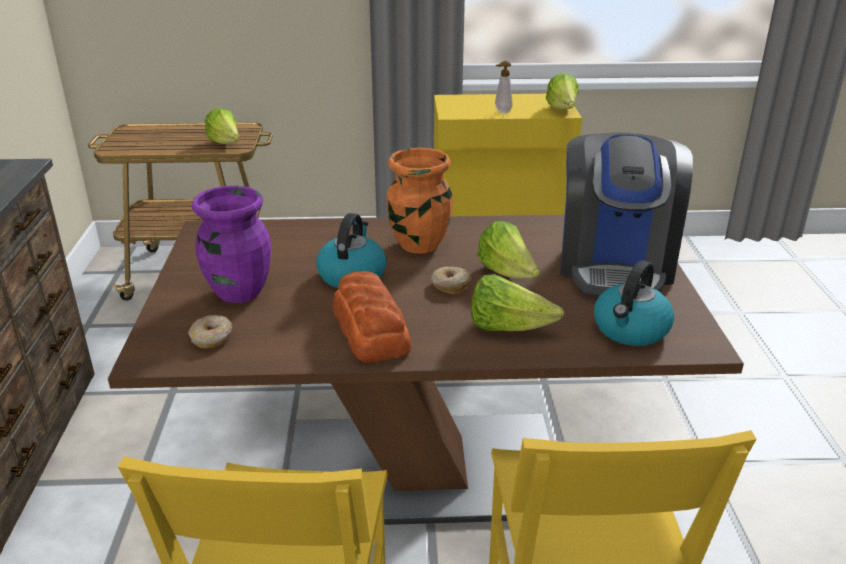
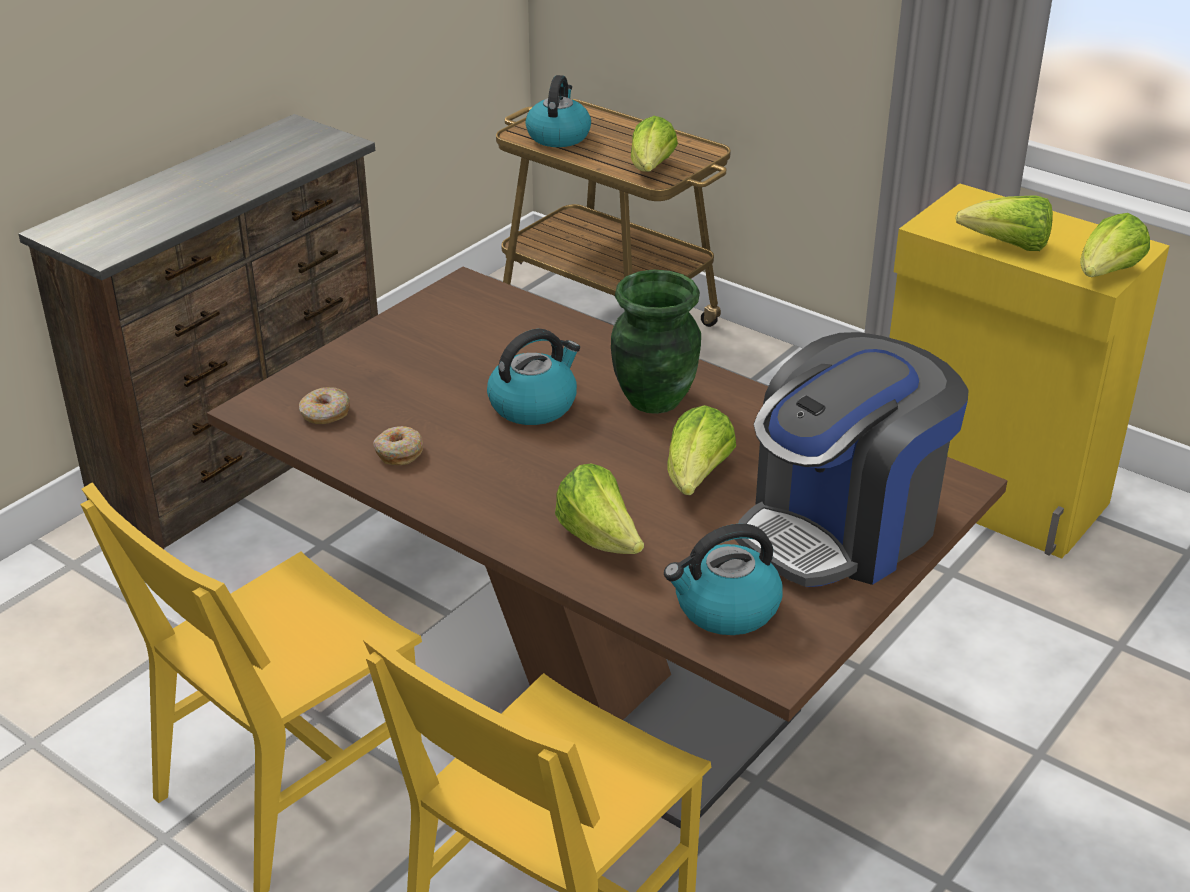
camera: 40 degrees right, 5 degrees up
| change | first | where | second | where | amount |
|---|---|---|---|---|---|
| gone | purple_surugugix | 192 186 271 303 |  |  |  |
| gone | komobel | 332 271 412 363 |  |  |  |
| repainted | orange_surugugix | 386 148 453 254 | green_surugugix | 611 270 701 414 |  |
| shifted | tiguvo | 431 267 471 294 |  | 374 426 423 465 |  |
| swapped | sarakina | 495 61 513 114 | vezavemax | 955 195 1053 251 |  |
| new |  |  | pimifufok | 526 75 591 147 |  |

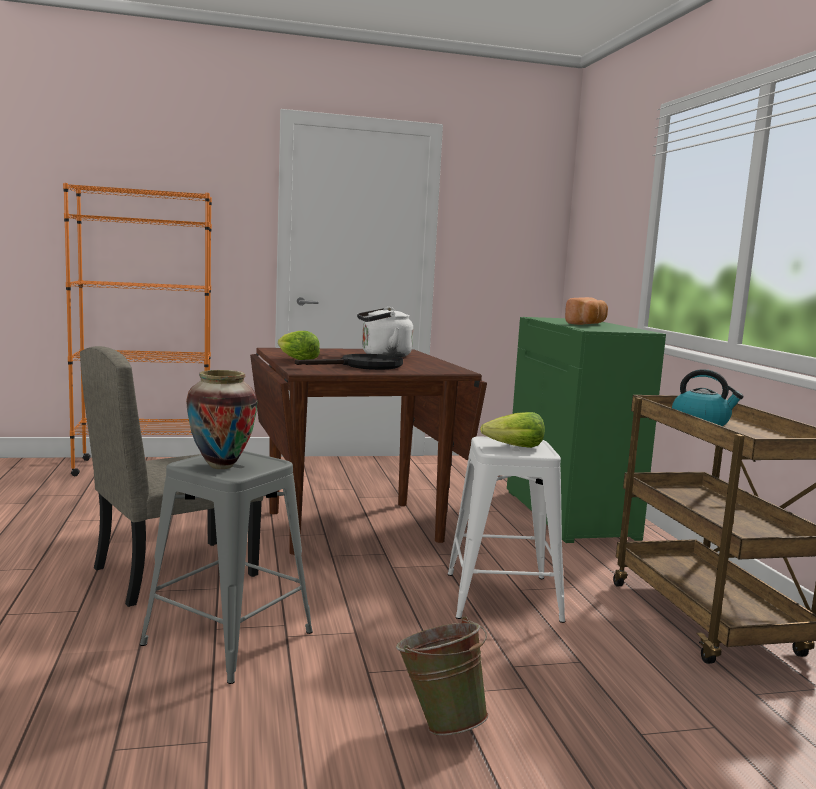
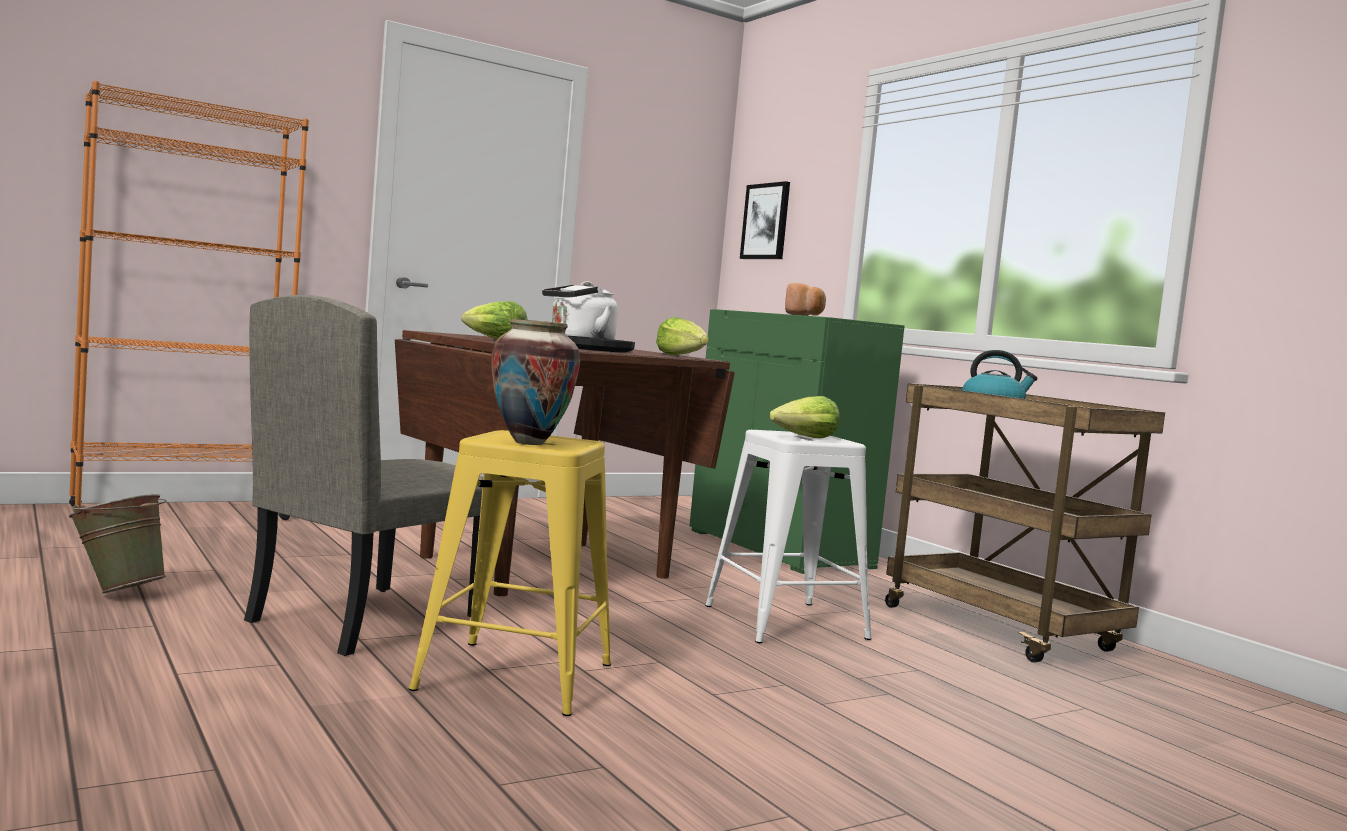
camera: 20 degrees left, 5 degrees down
| change | first | where | second | where | amount |
|---|---|---|---|---|---|
| repainted | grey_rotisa | 140 451 313 684 | yellow_rotisa | 409 430 611 716 |  |
| shifted | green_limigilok | 396 616 488 735 |  | 69 494 167 593 |  |
| new |  |  | vezavemax | 656 317 709 355 |  |
| new |  |  | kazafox | 740 181 790 259 |  |

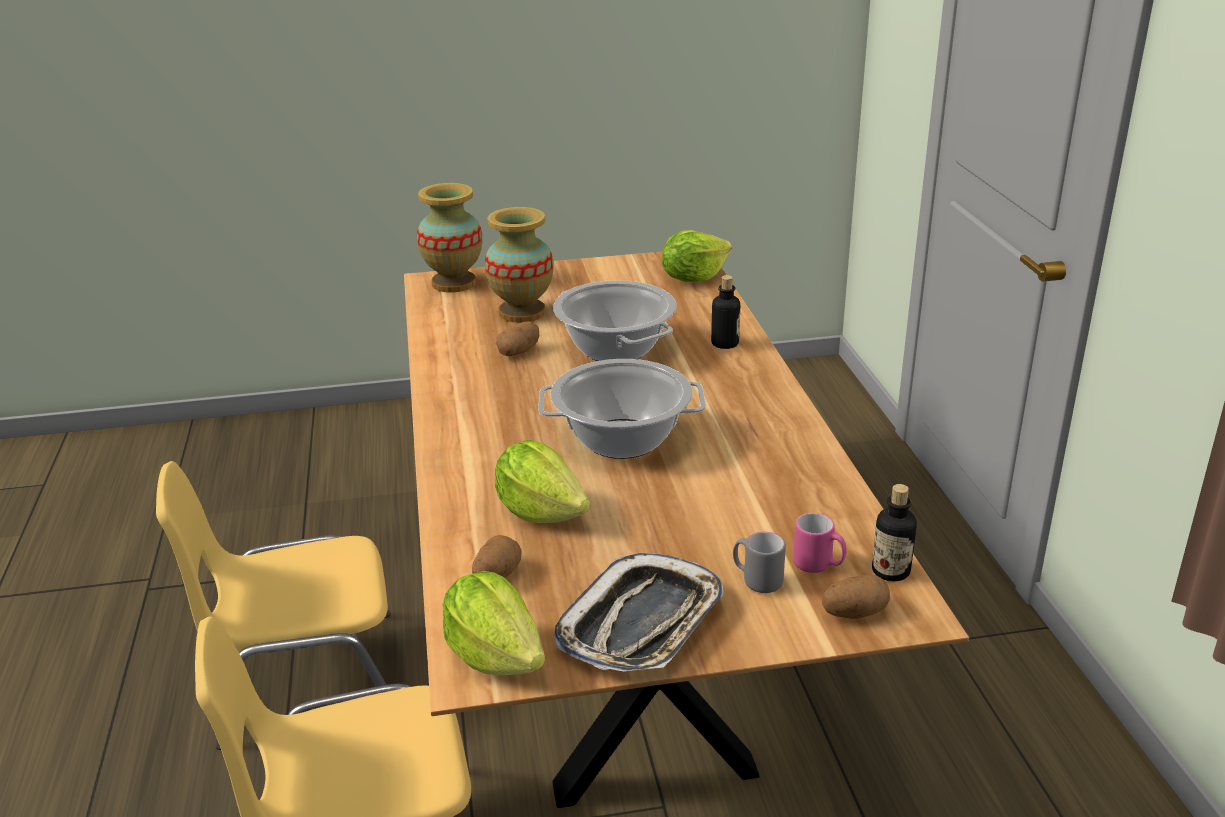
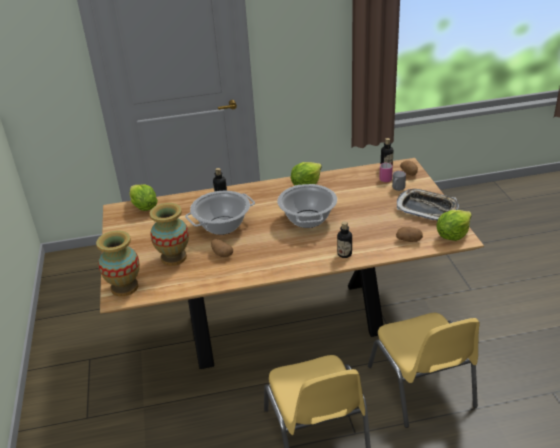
camera: 90 degrees left, 5 degrees up
| change | first | where | second | where | amount |
|---|---|---|---|---|---|
| shifted | vezavemax | 495 440 590 523 |  | 291 162 322 186 |  |
| new |  |  | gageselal | 337 221 352 258 |  |

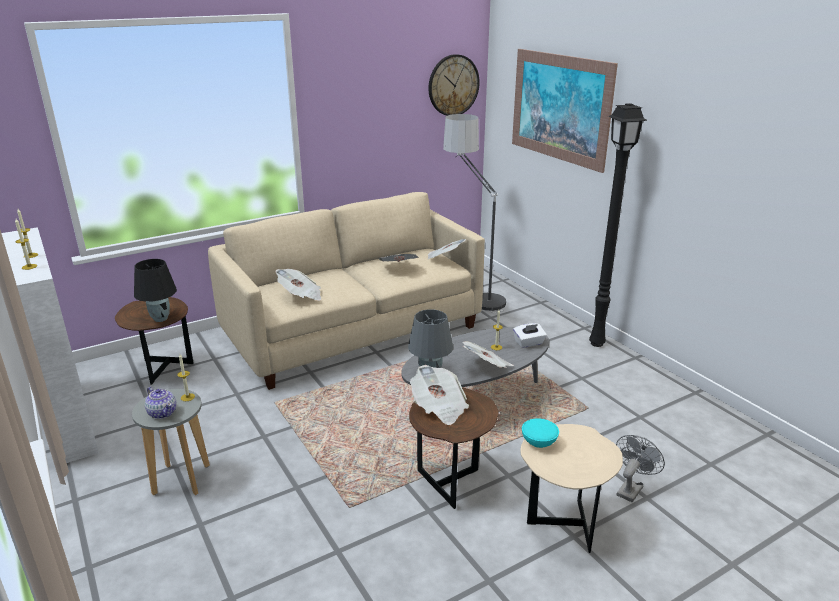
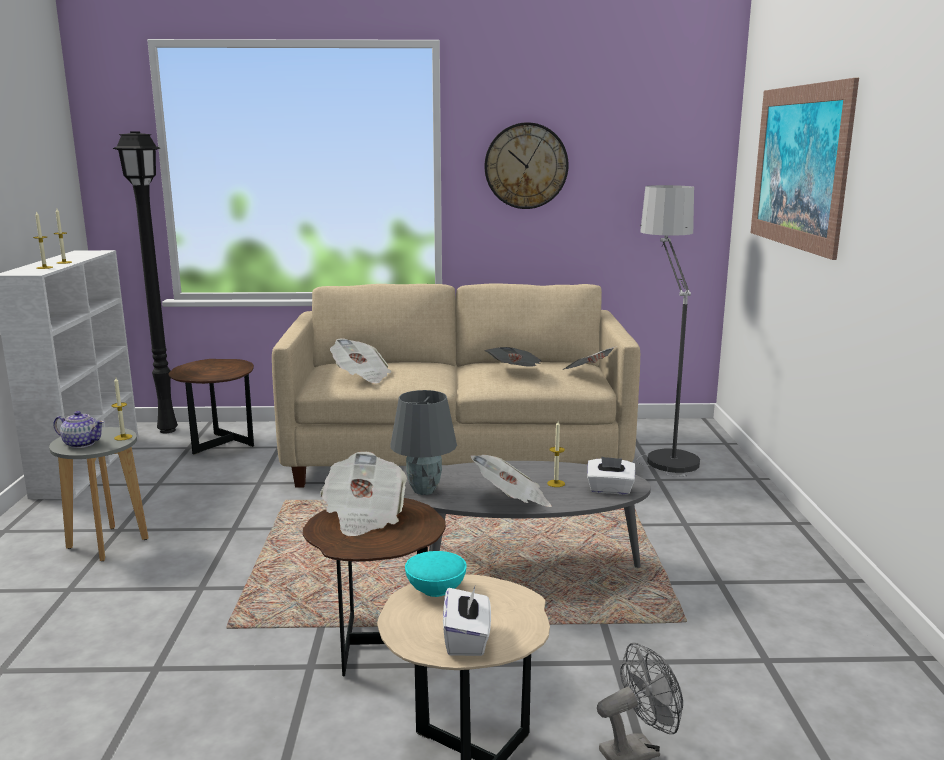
camera: 30 degrees right, 10 degrees down
| change | first | where | second | where | amount |
|---|---|---|---|---|---|
| gone | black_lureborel | 134 259 177 322 |  |  |  |
| rotated | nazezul | 145 387 176 419 |  | 53 411 105 448 | 60 degrees counterclockwise |
| shifted | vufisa | 429 54 480 116 |  | 485 122 569 209 |  |
| shifted | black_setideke | 589 103 647 347 |  | 113 132 178 433 |  |
| new |  |  | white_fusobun | 443 584 491 656 |  |

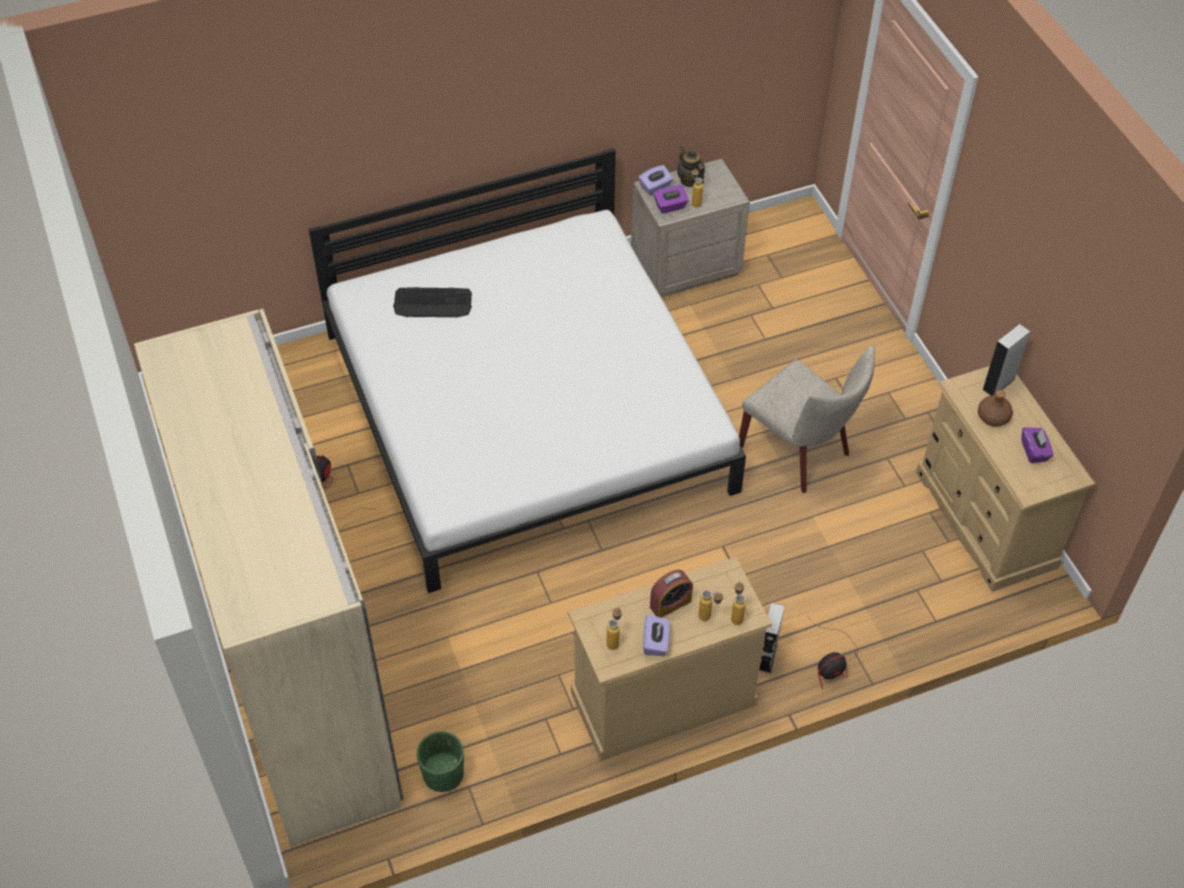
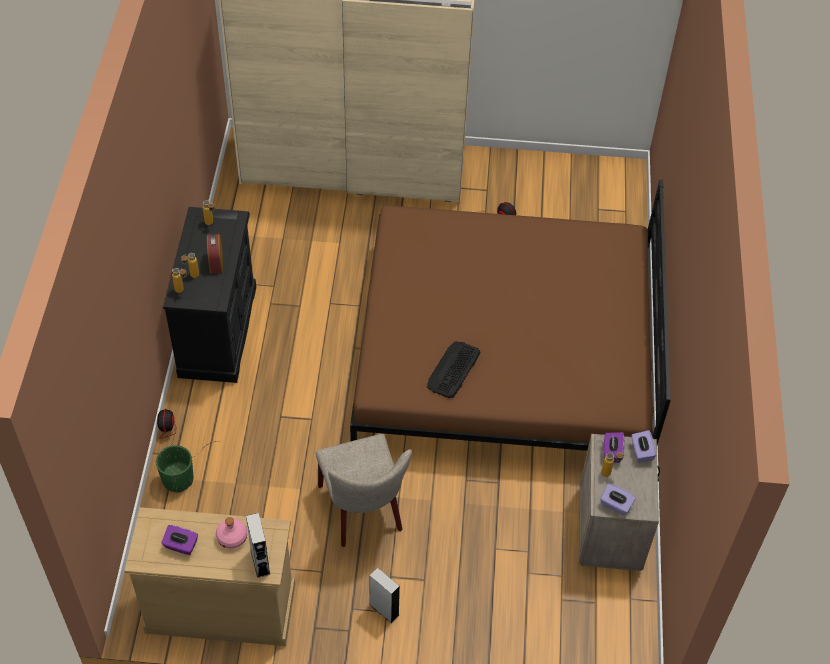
camera: 115 degrees right, 0 degrees up
| change | first | where | second | where | amount |
|---|---|---|---|---|---|
| repainted | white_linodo | 308 148 746 593 | brown_linodo | 350 179 671 451 |  |
| shifted | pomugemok | 393 287 472 318 |  | 427 341 480 398 |  |
| shifted | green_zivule | 417 731 464 792 |  | 156 445 194 492 |  |
| repainted | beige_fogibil | 568 557 772 761 | black_fogibil | 163 207 256 383 |  |
| shifted | purple_fusobun | 643 615 670 656 |  | 600 484 636 515 |  |
| gone | nazezul | 677 146 705 187 |  |  |  |
| rotated | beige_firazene | 739 345 875 493 |  | 316 434 412 547 | 90 degrees counterclockwise |
| shifted | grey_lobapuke | 759 603 785 674 |  | 369 568 400 623 |  |
| repainted | brown_gageselal | 978 390 1013 427 | pink_gageselal | 216 517 247 549 |  |

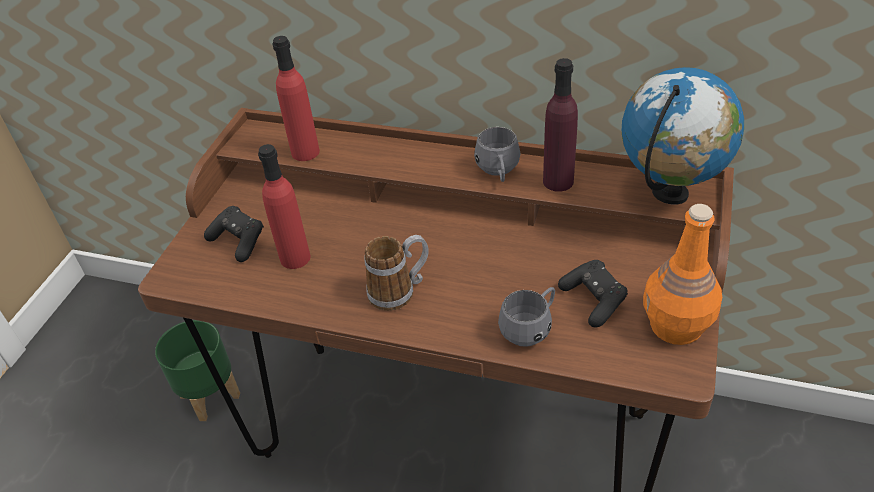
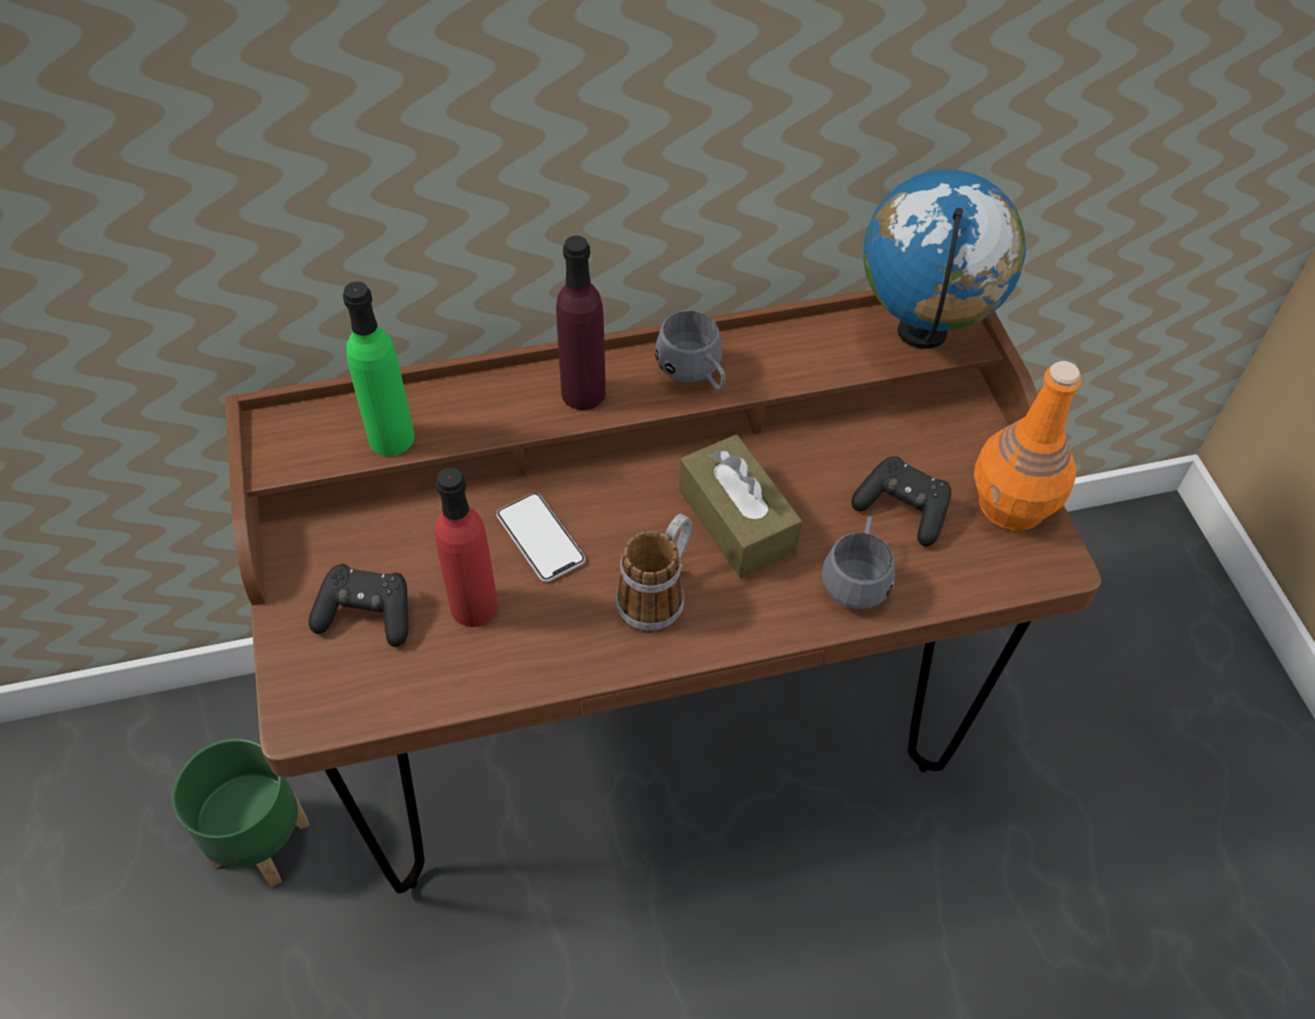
camera: 35 degrees left, 10 degrees up
| change | first | where | second | where | amount |
|---|---|---|---|---|---|
| repainted | red_gageselal | 273 36 320 161 | green_gageselal | 343 281 415 456 |  |
| shifted | purple_gageselal | 543 58 578 192 |  | 556 236 606 410 |  |
| new |  |  | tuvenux | 496 493 586 582 |  |
| new |  |  | brown_fusobun | 679 435 802 578 |  |

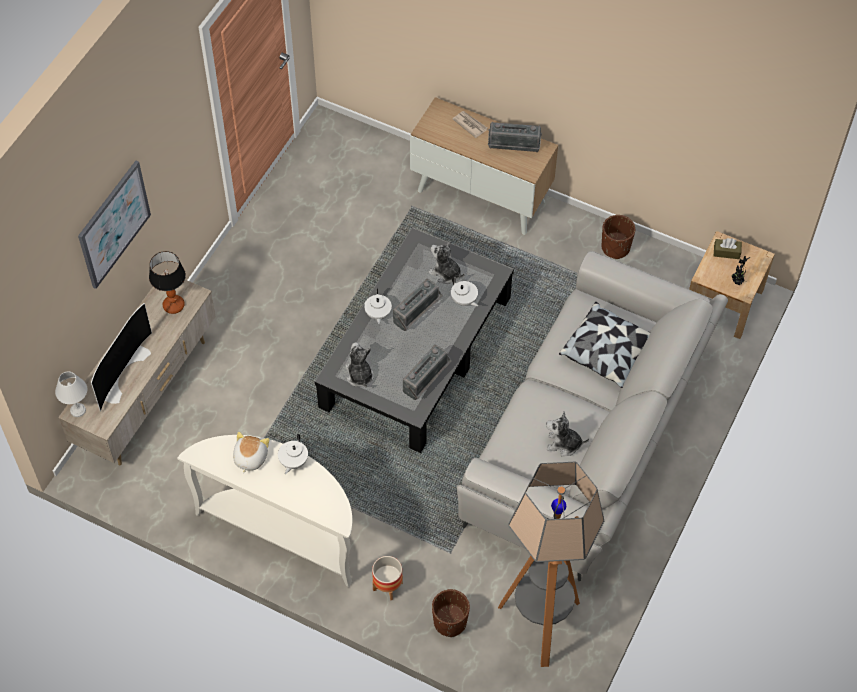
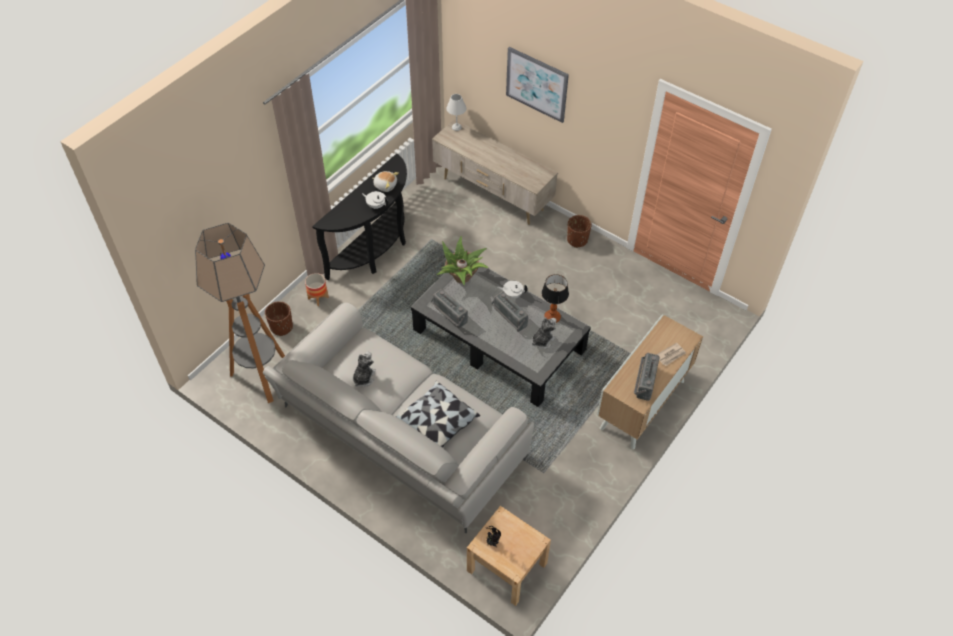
camera: 100 degrees right, 5 degrees down
| change | first | where | second | where | amount |
|---|---|---|---|---|---|
| gone | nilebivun | 91 303 152 412 |  |  |  |
| shifted | lureborel | 149 251 186 314 |  | 541 274 569 323 |  |
| repainted | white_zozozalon | 177 435 352 587 | black_zozozalon | 312 153 407 280 |  |
| swapped | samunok | 346 342 374 387 | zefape | 436 236 488 285 |  |
| gone | white_nazezul | 451 277 478 306 |  |  |  |
| shifted | brown_zivule | 602 215 636 259 |  | 567 215 592 248 |  |
| gone | brown_fusobun | 714 238 742 259 |  |  |  |

